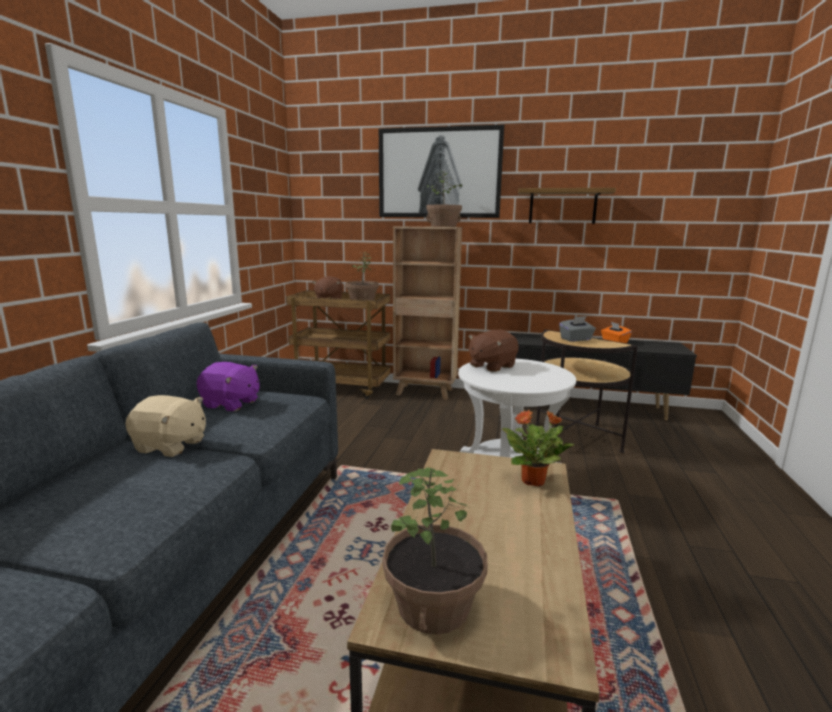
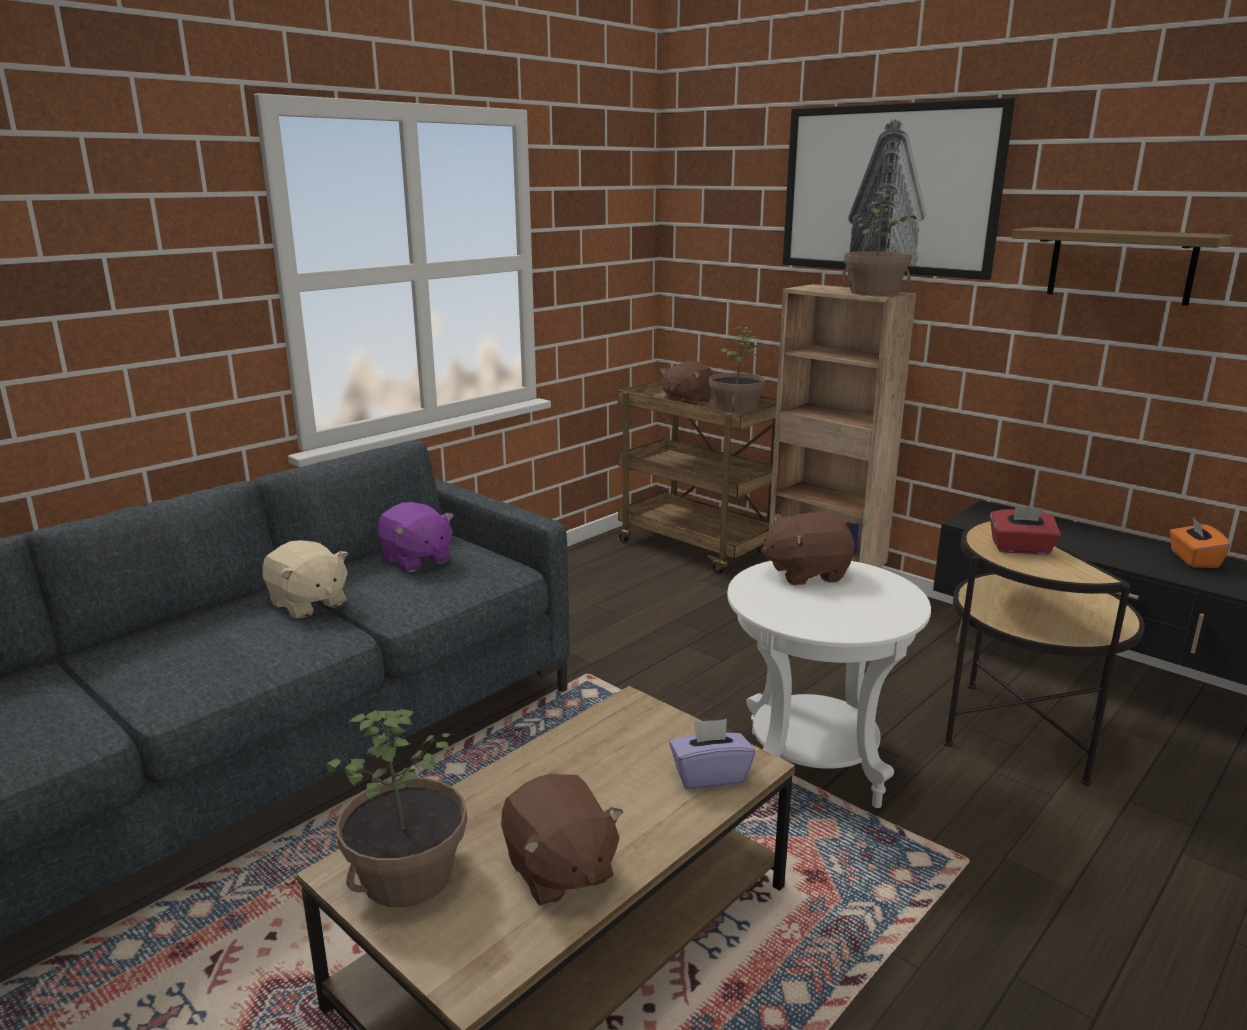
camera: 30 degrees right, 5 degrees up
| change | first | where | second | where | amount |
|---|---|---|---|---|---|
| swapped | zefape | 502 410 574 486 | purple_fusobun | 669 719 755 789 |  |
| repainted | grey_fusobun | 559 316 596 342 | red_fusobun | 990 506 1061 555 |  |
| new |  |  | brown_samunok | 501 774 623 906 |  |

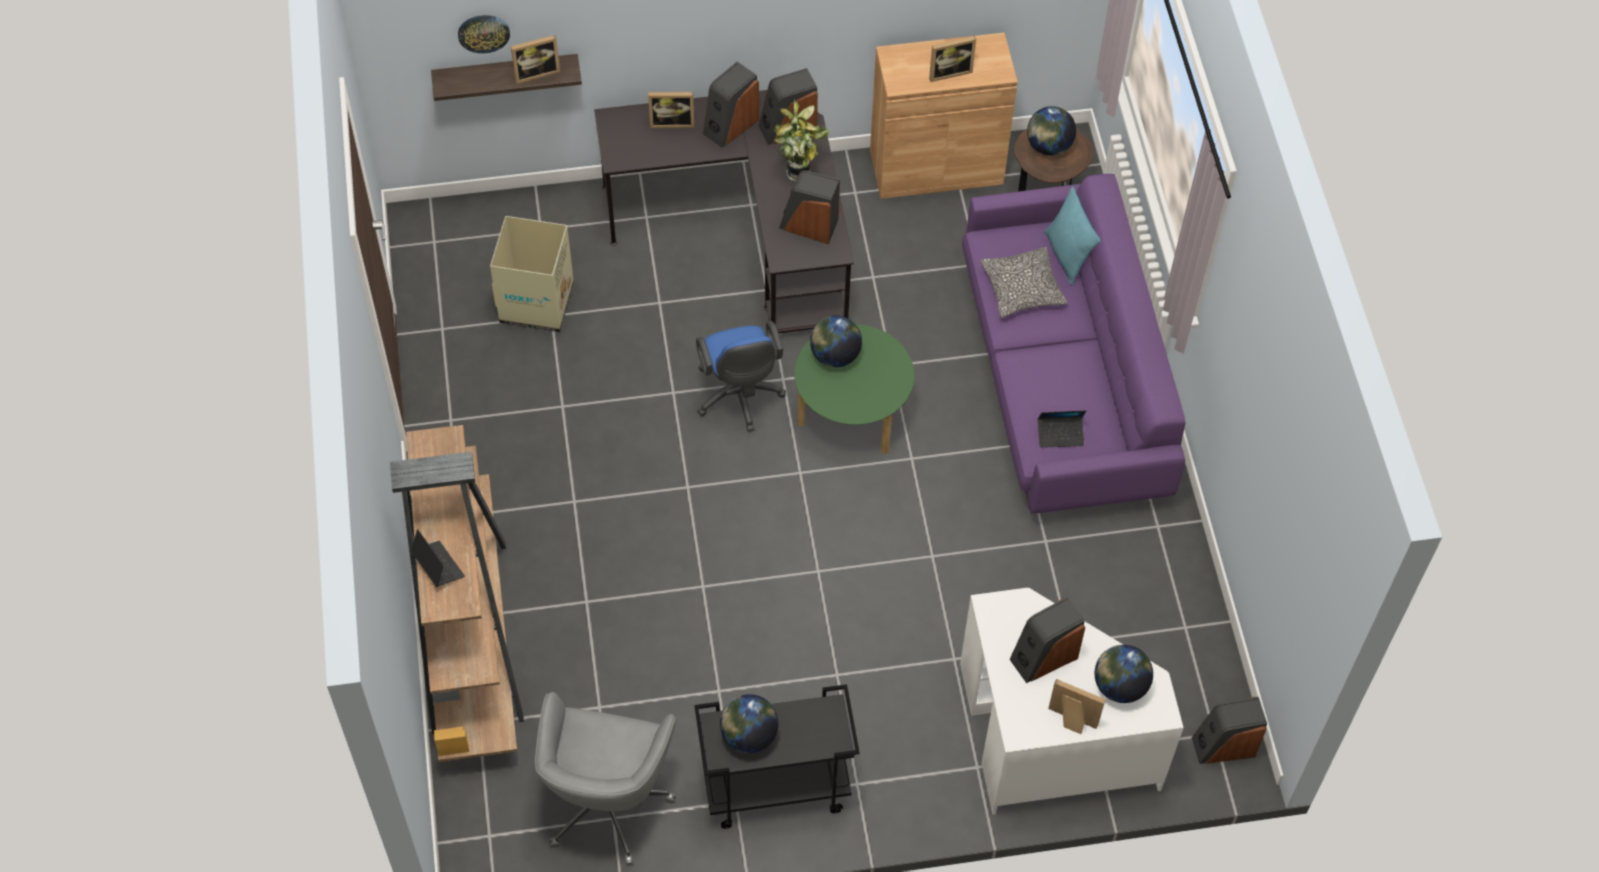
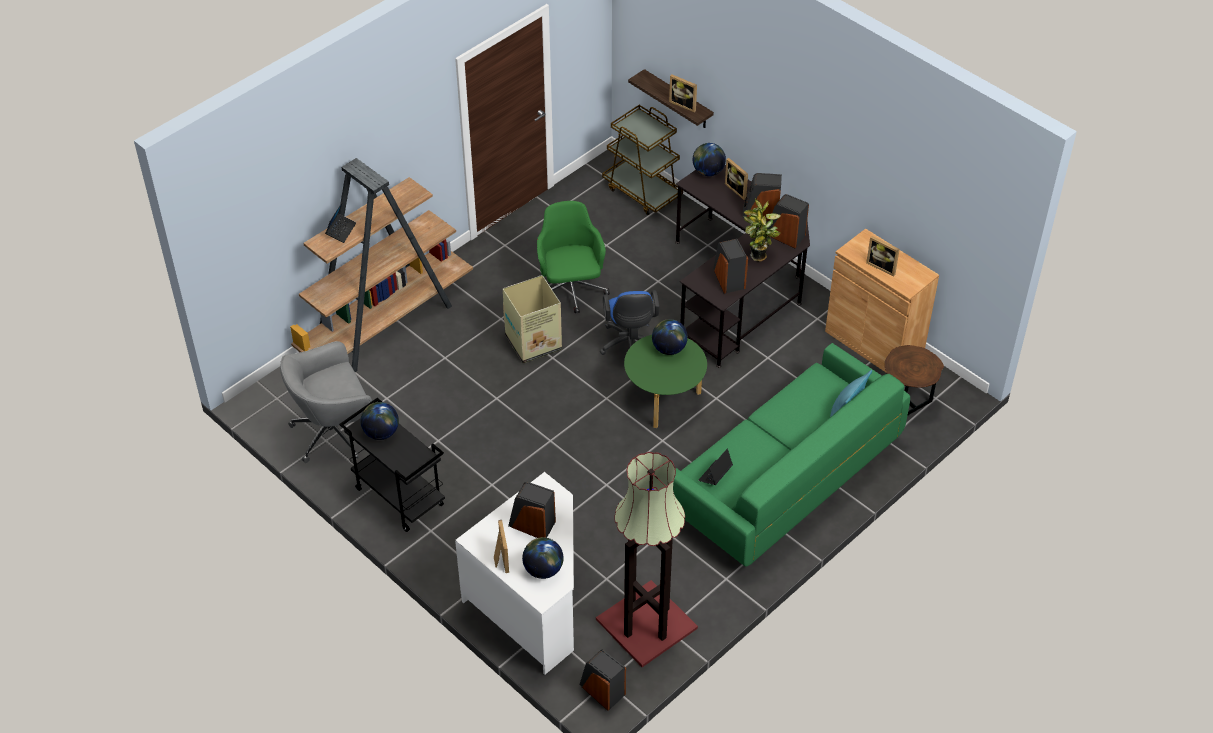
camera: 55 degrees right, 10 degrees down
| change | first | where | second | where | amount |
|---|---|---|---|---|---|
| gone | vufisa | 458 15 510 53 |  |  |  |
| shifted | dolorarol | 490 216 574 332 |  | 503 275 562 363 |  |
| rotated | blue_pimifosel | 696 321 786 432 |  | 600 290 660 355 | 45 degrees counterclockwise |
| repainted | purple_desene | 962 174 1185 514 | green_desene | 673 343 910 567 |  |
| gone | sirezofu | 980 247 1067 318 |  |  |  |
| shifted | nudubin | 1027 106 1076 156 |  | 693 143 726 176 |  |
| rotated | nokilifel | 1038 411 1086 448 |  | 698 449 733 485 | 75 degrees clockwise |
| new |  |  | green_pimifosel | 537 201 610 313 |  |
| new |  |  | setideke | 596 452 698 667 |  |
| new |  |  | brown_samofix | 602 105 683 215 |  |

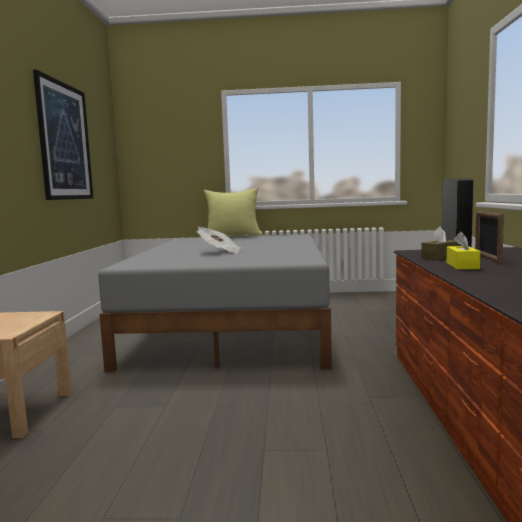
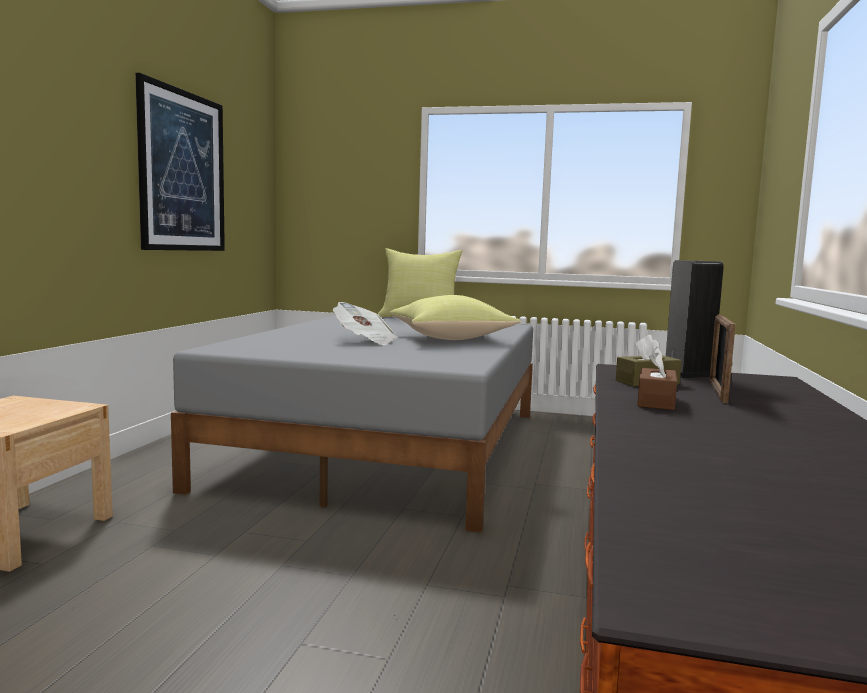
camera: 10 degrees right, 0 degrees up
| change | first | where | second | where | amount |
|---|---|---|---|---|---|
| repainted | yellow_fusobun | 447 232 480 269 | brown_fusobun | 637 347 677 410 |  |
| new |  |  | yellow_sirezofu | 390 295 521 340 |  |

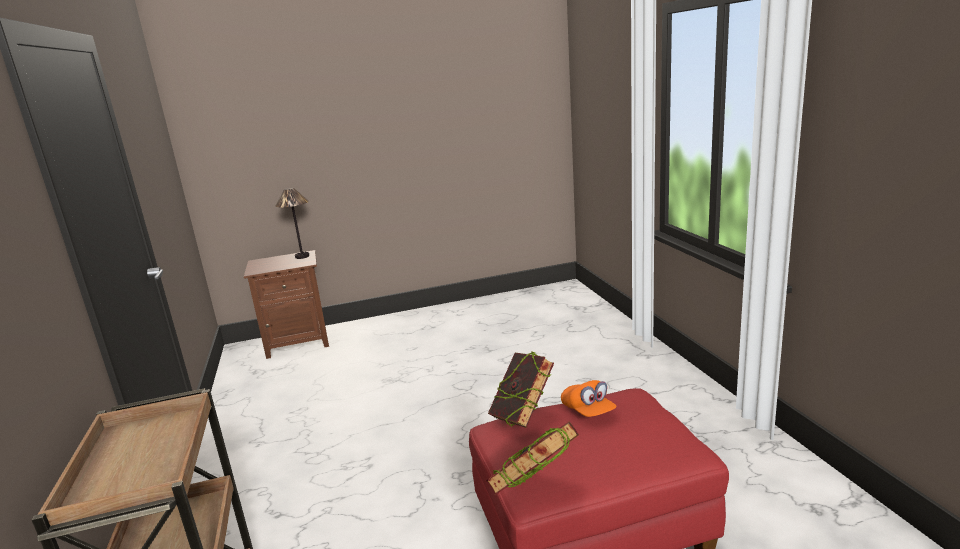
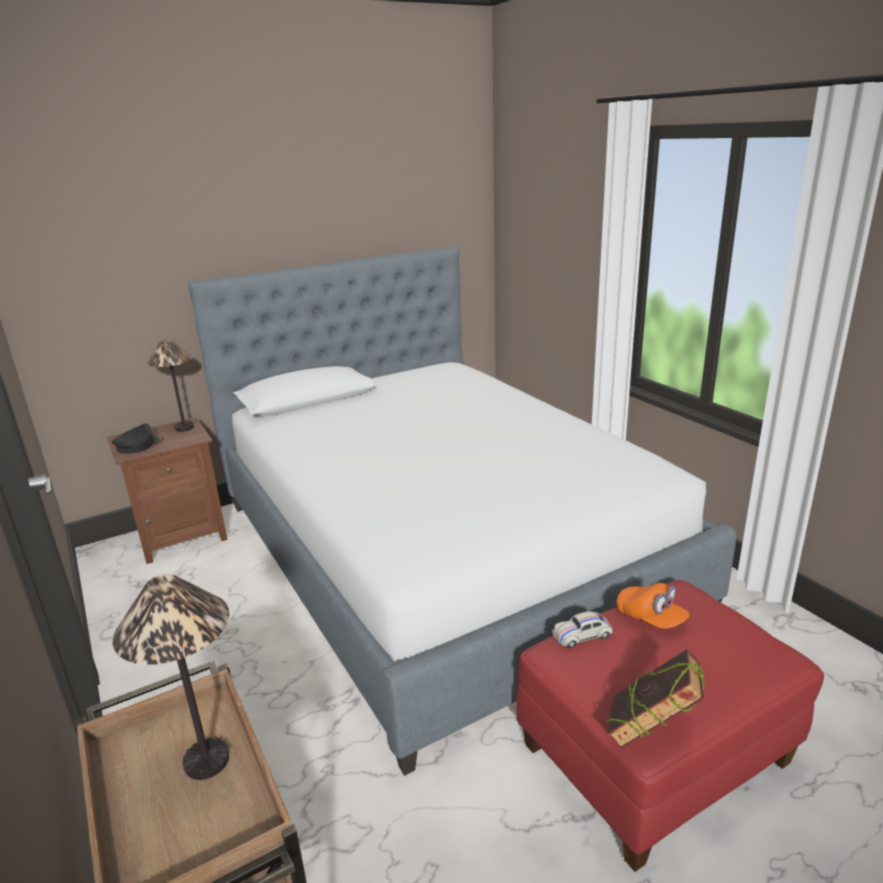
camera: 15 degrees left, 5 degrees up
| change | first | where | second | where | amount |
|---|---|---|---|---|---|
| swapped | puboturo | 488 351 554 428 | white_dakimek | 552 611 613 648 |  |
| new |  |  | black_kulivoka | 112 423 164 454 |  |
| new |  |  | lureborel | 113 574 229 780 |  |
| new |  |  | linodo | 189 246 736 776 |  |

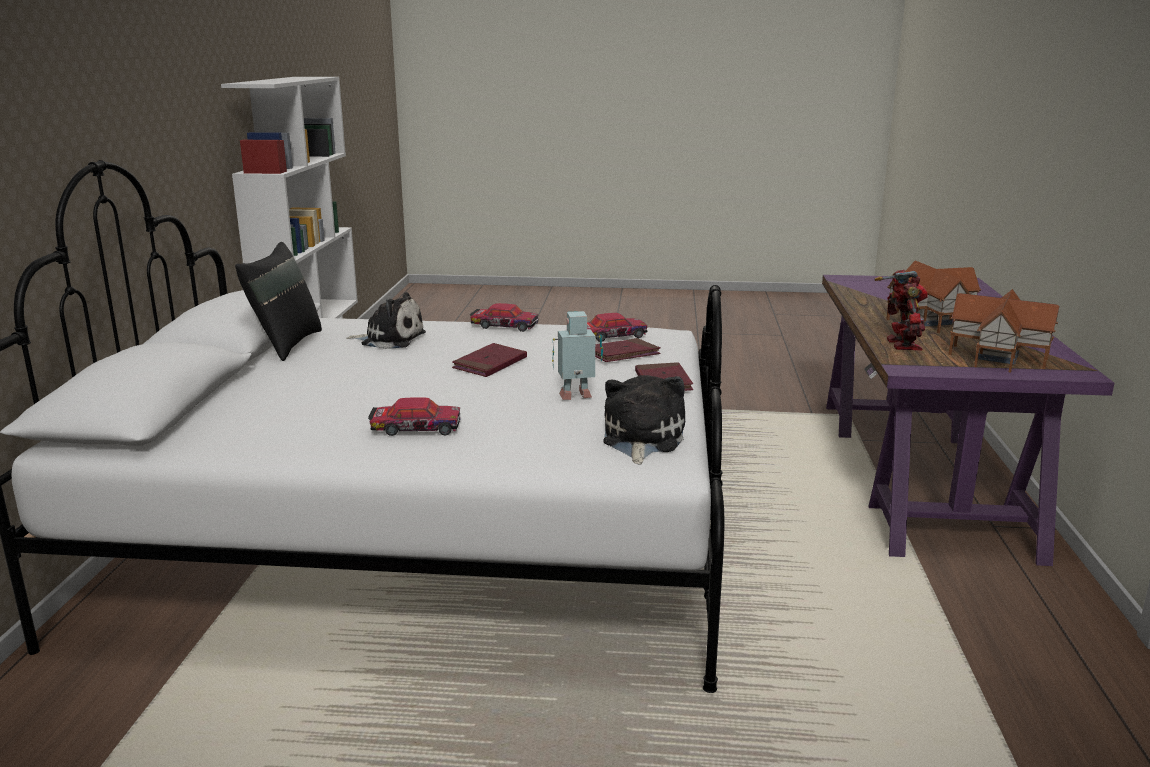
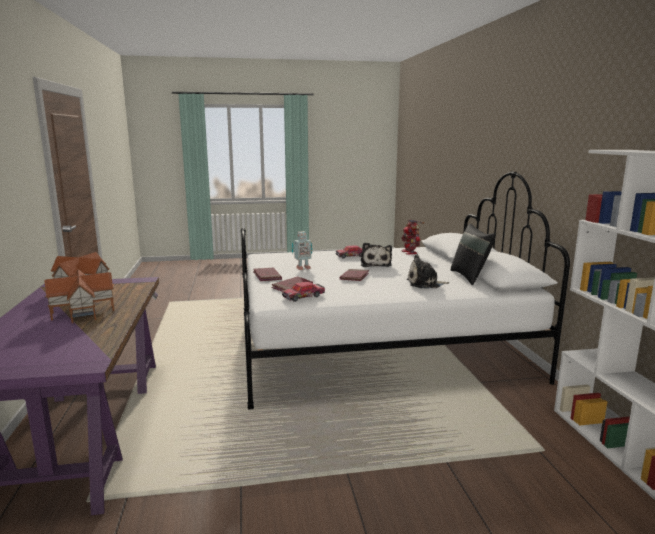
camera: 165 degrees right, 5 degrees down
| change | first | where | second | where | amount |
|---|---|---|---|---|---|
| gone | dakimek | 470 303 539 332 |  |  |  |
| shifted | samunok | 603 375 685 465 |  | 361 242 392 267 |  |
| shifted | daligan | 874 270 928 350 |  | 402 220 425 255 |  |

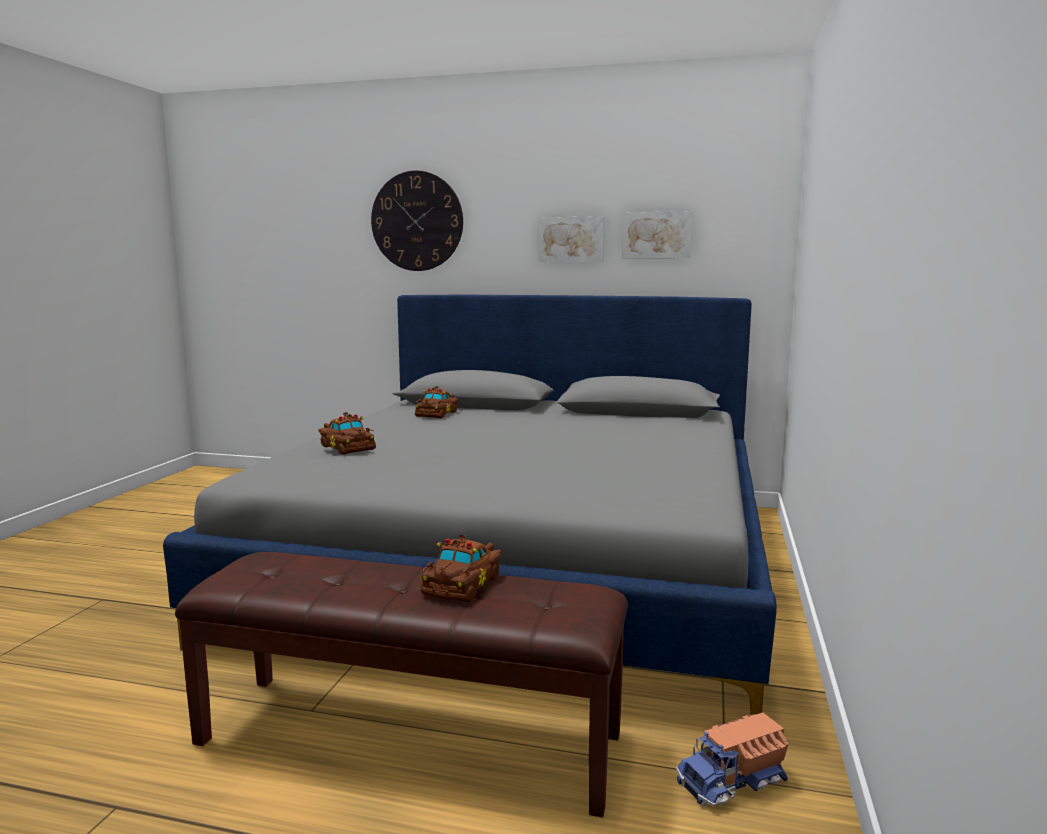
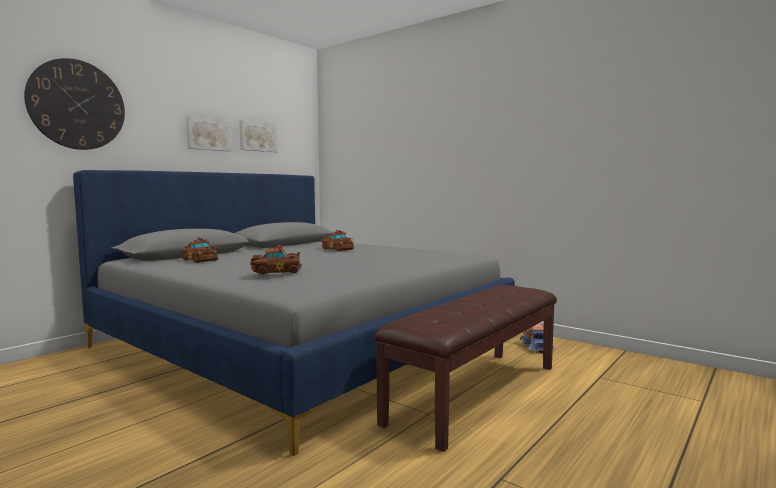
camera: 65 degrees left, 5 degrees down
| change | first | where | second | where | amount |
|---|---|---|---|---|---|
| shifted | brown_dakimek | 420 535 502 602 |  | 321 230 354 251 |  |

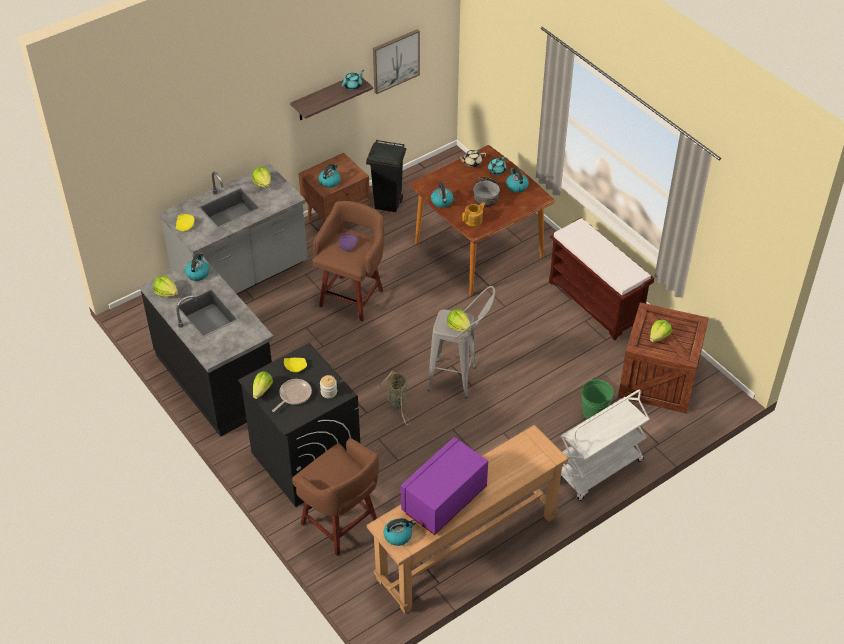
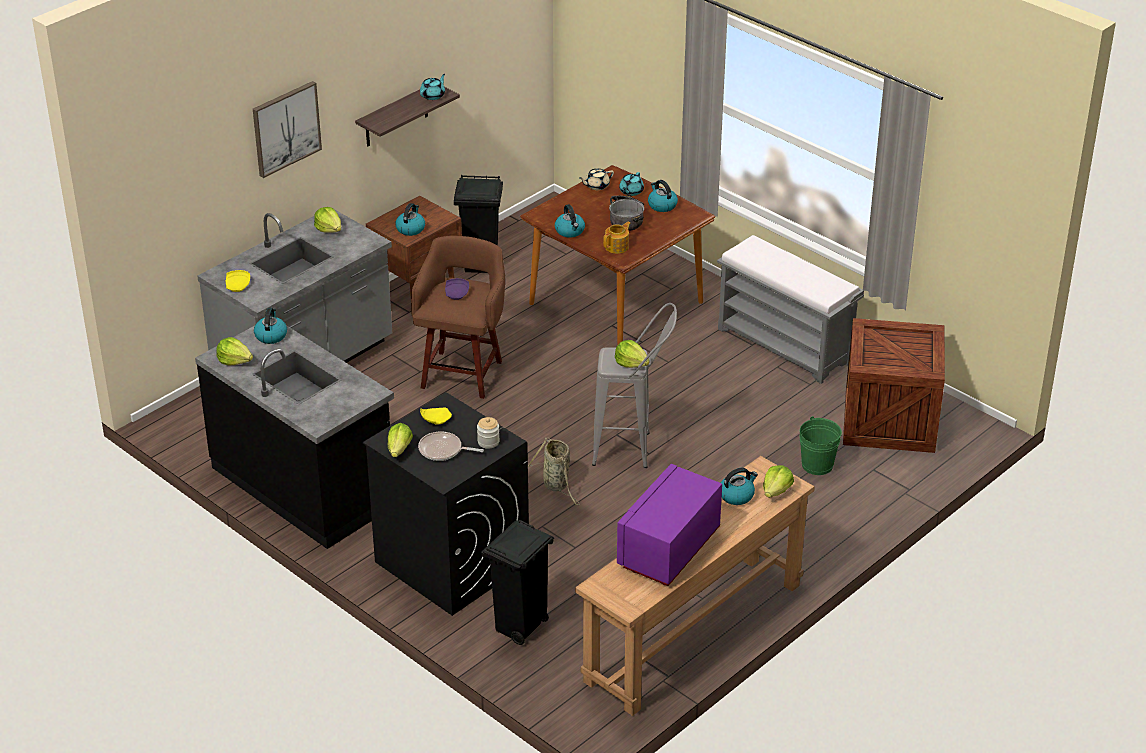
camera: 10 degrees left, 10 degrees down
| change | first | where | second | where | amount |
|---|---|---|---|---|---|
| rotated | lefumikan | 272 379 312 412 |  | 418 431 484 461 | 105 degrees counterclockwise |
| swapped | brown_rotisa | 292 438 379 556 | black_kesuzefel | 481 520 554 645 |  |
| shifted | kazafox | 373 29 420 94 |  | 253 81 322 178 |  |
| shifted | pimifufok | 383 518 416 546 |  | 721 468 758 505 |  |
| repainted | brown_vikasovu | 549 217 654 340 | grey_vikasovu | 717 235 864 384 |  |
| gone | white_samofix | 561 390 649 501 |  |  |  |
| shifted | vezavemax | 650 320 672 342 |  | 763 465 794 498 |  |

